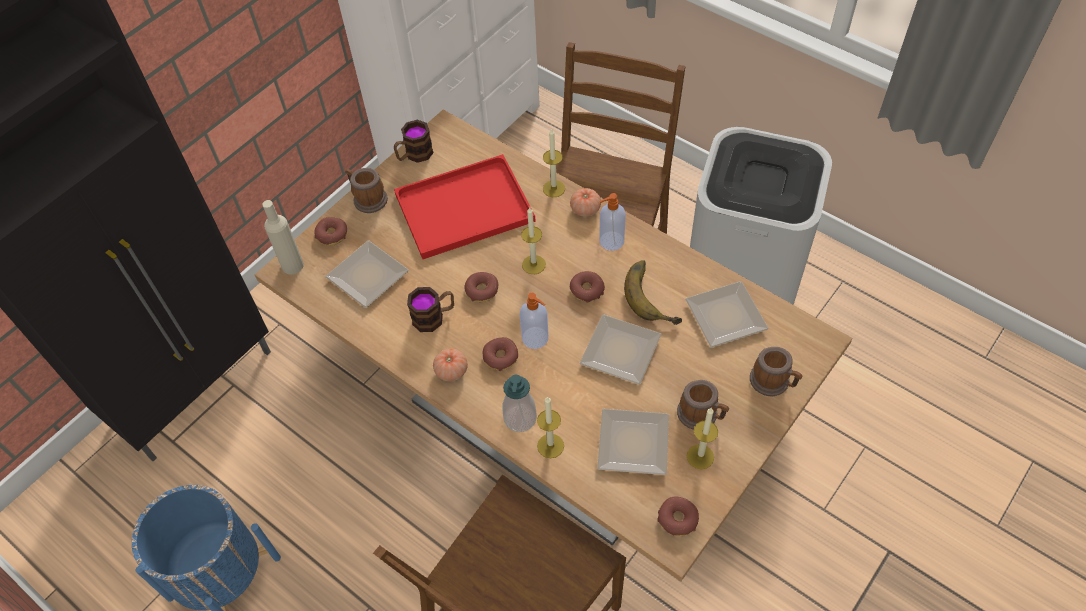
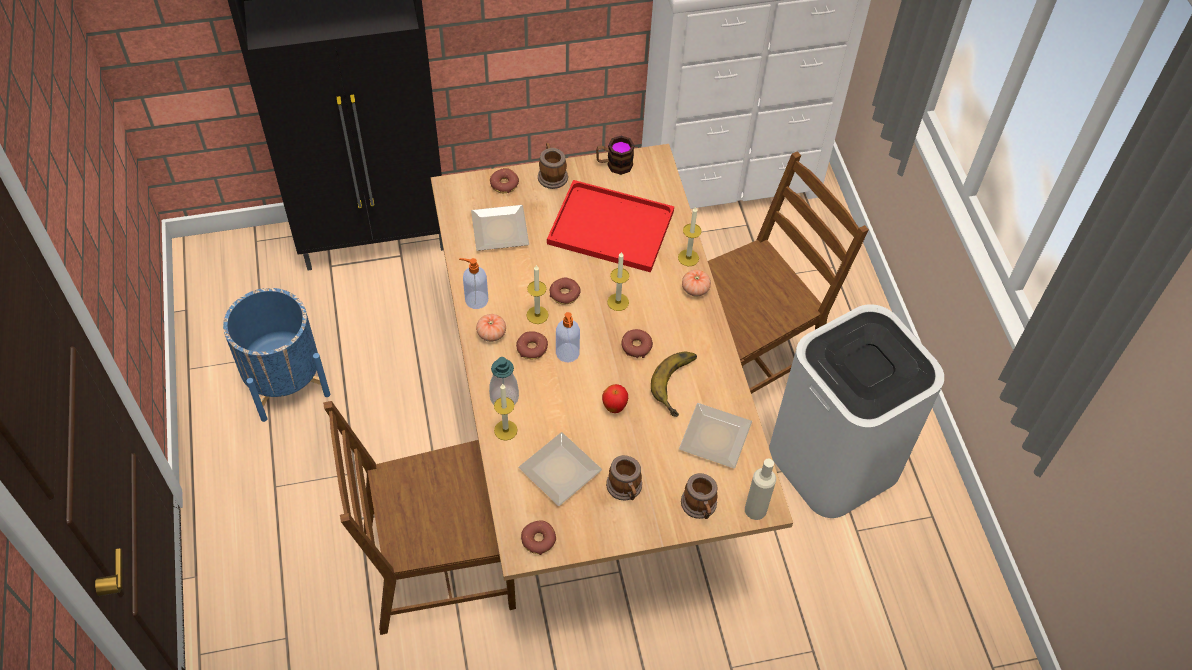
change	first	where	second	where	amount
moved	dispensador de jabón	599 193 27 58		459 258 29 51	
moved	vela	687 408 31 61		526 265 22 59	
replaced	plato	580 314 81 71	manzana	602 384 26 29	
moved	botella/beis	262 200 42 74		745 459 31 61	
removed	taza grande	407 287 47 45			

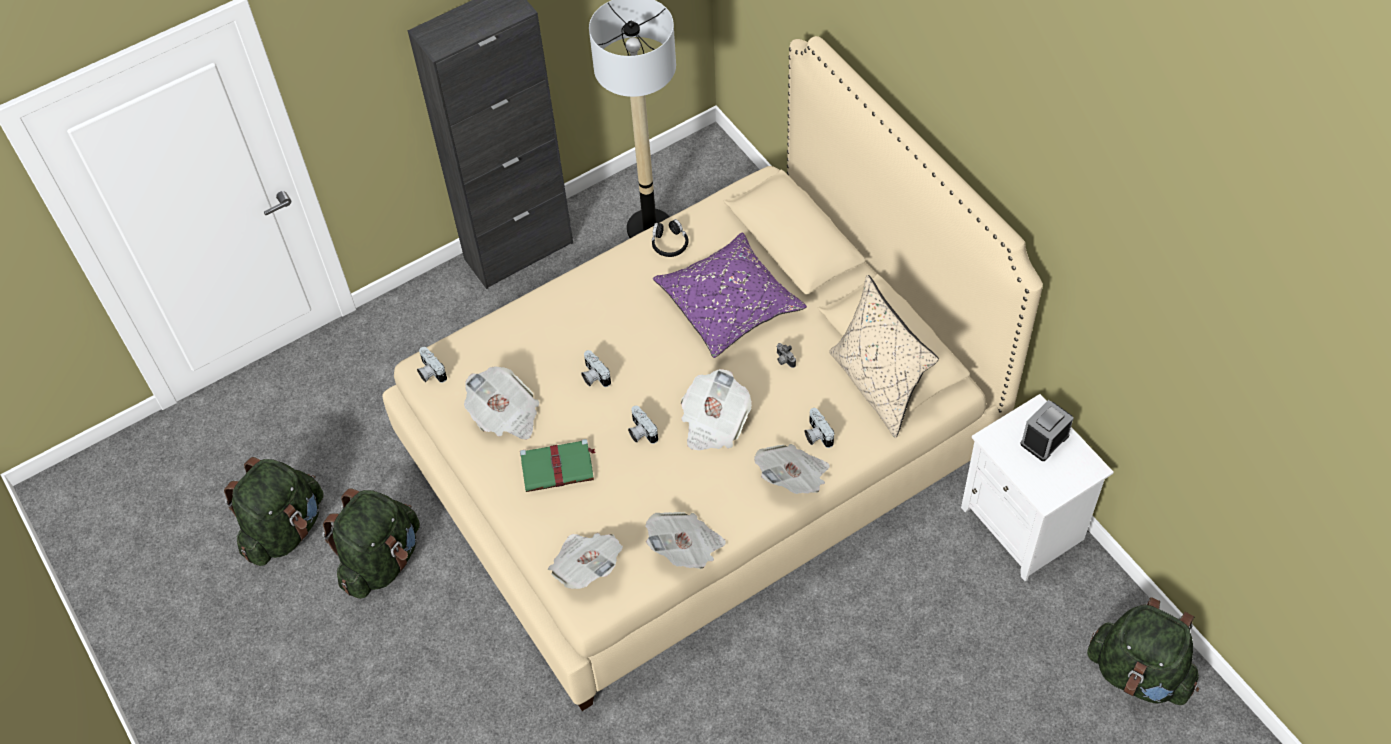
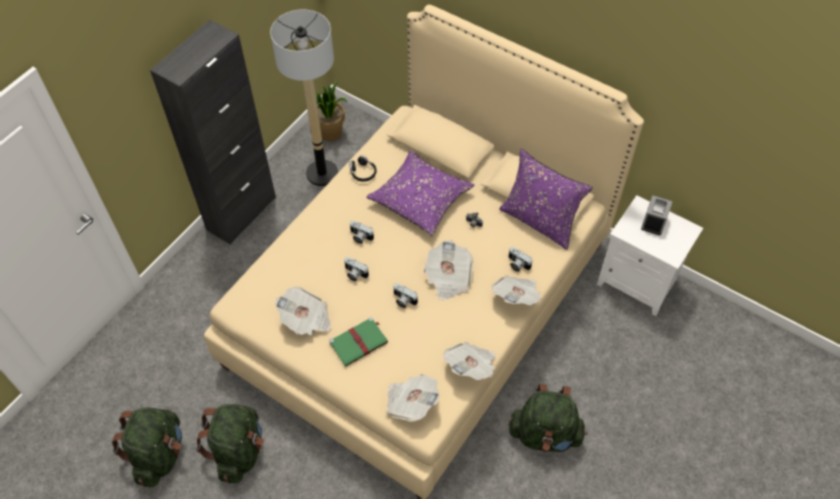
change	first	where	second	where	amount
added			planta en maceta	316 81 31 60	
moved	cámara	417 347 30 36		350 221 24 23	
recoloured	cojín/beis	829 275 110 163	cojín/morado	499 149 94 101	
moved	mochila/verde	1087 597 112 108		509 384 78 68	

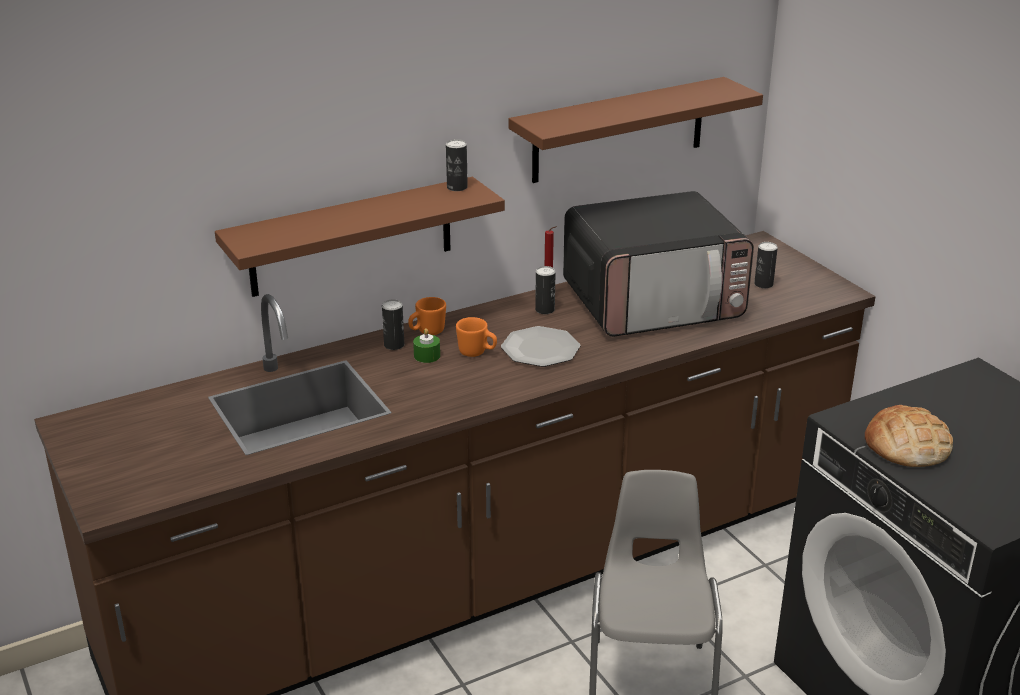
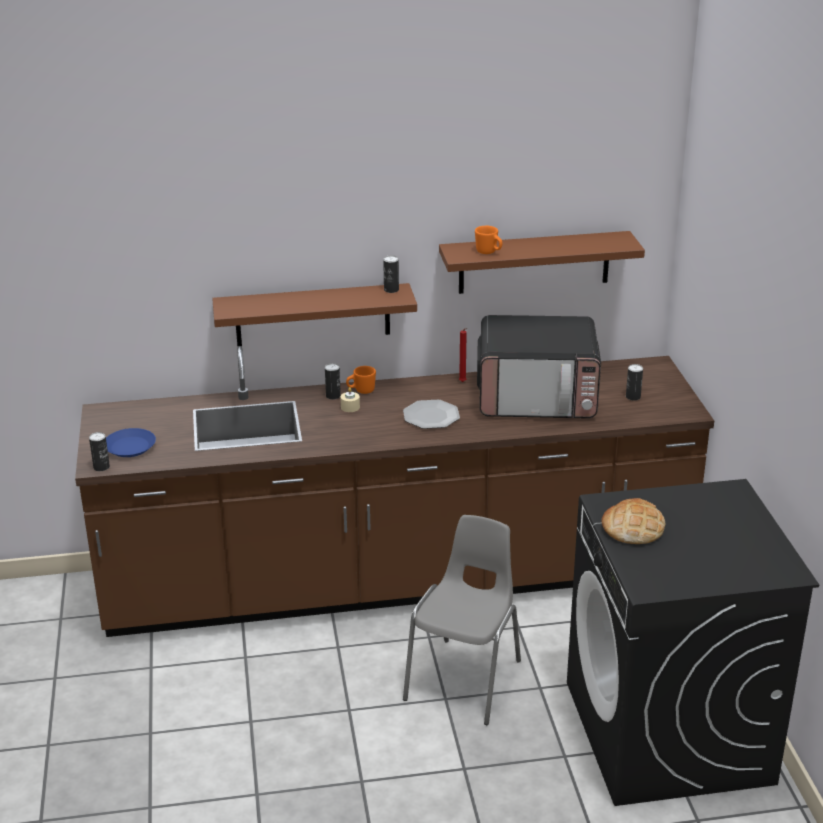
change	first	where	second	where	amount
moved	lata	535 266 21 48		89 432 21 39	
added			plato/azul	106 428 50 29	
recoloured	vela/verde	413 328 27 35	vela/beis	341 387 19 25	
moved	taza grande/naranja	456 317 41 40		475 226 27 28	

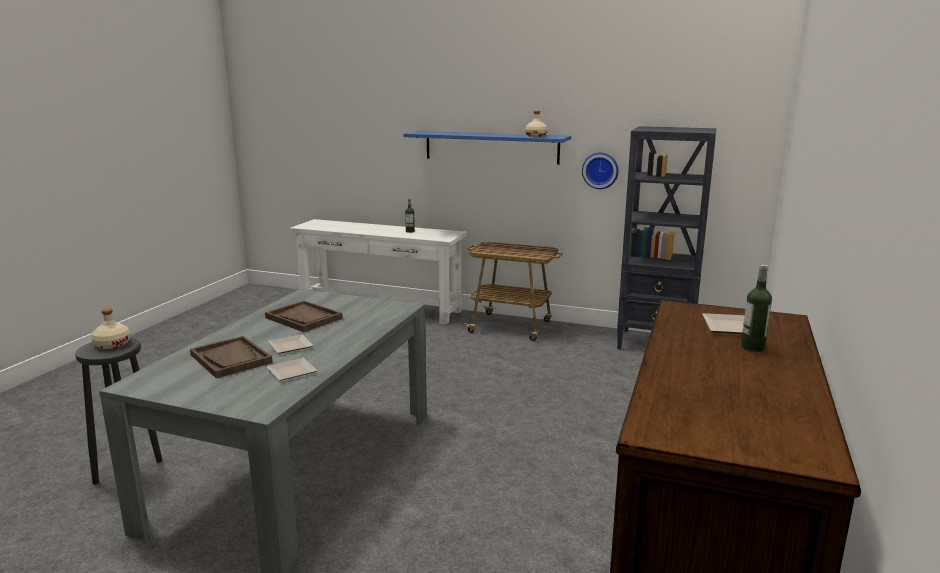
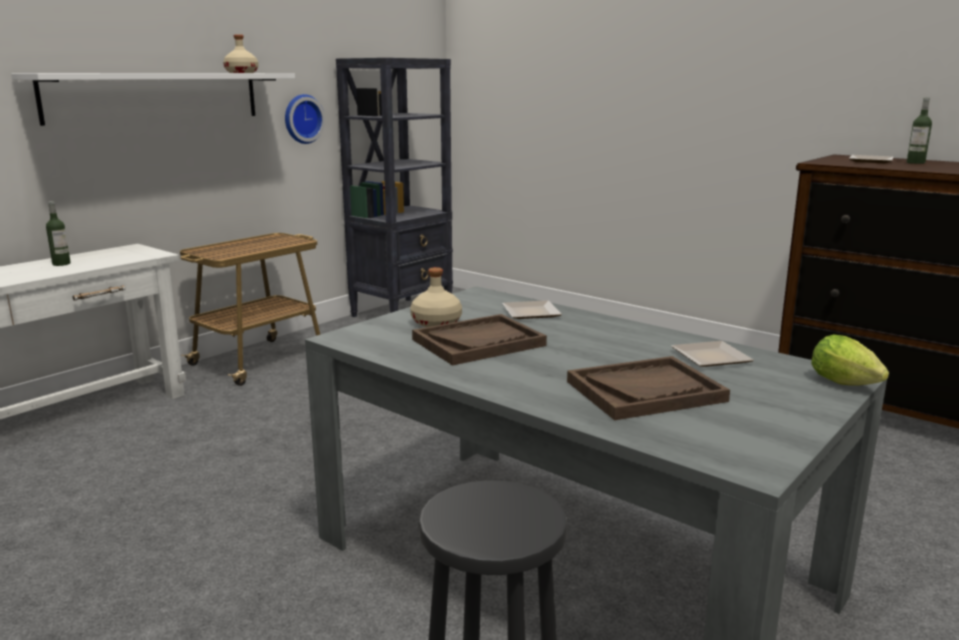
change	first	where	second	where	amount
recoloured	estante/azul	403 131 168 34	estante/blanco	11 73 284 53	
moved	botella/beis	91 308 40 41		410 267 52 60	
moved	plato	268 334 45 19		502 300 60 19	
added			lechuga	811 335 78 51	

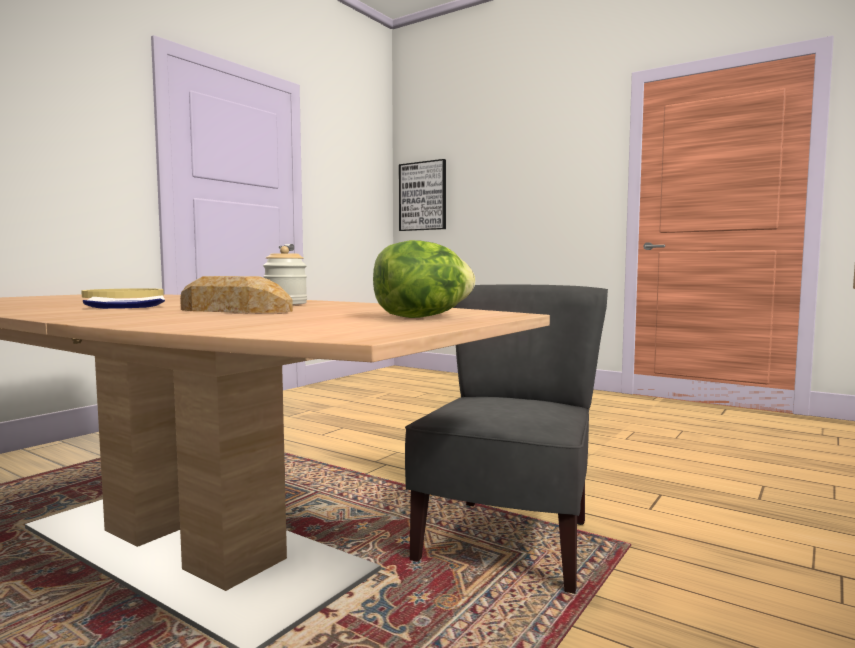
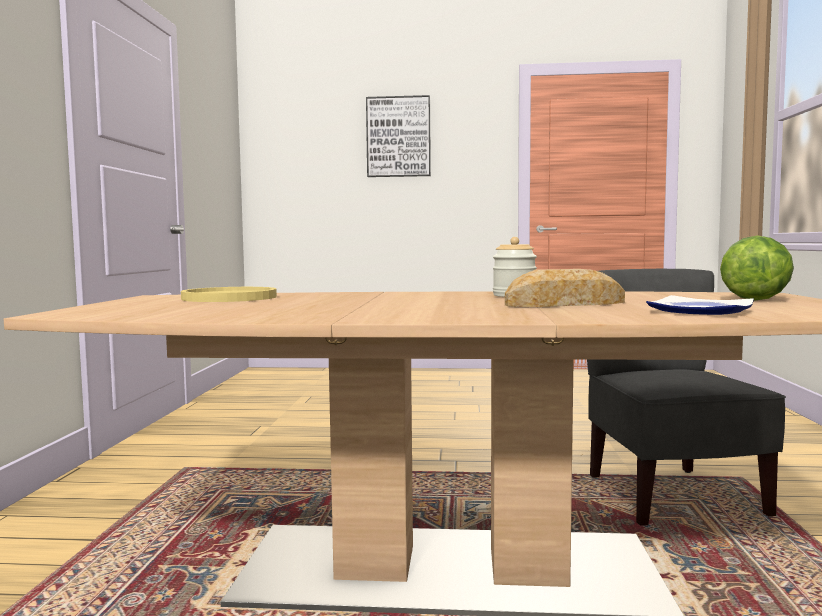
change	first	where	second	where	amount
moved	cuadro	399 159 47 72		366 95 65 82	
moved	plato	83 296 82 13		646 295 108 20	

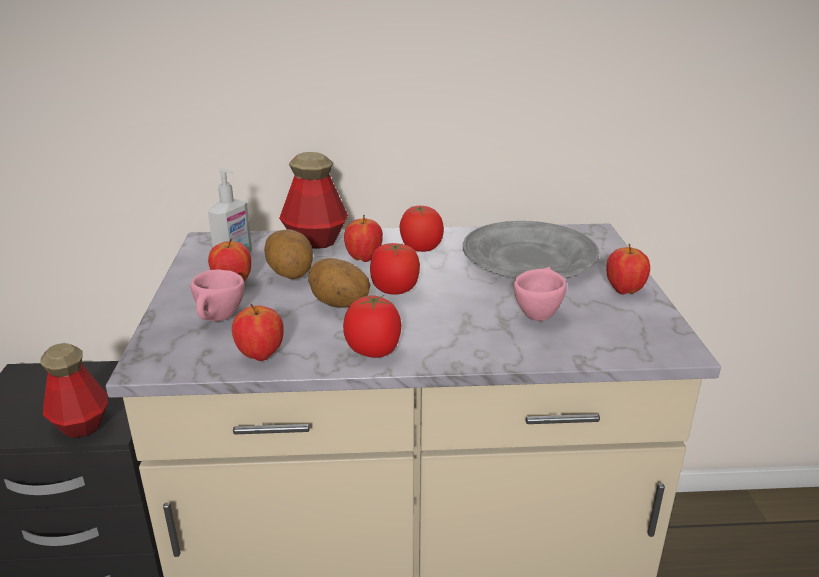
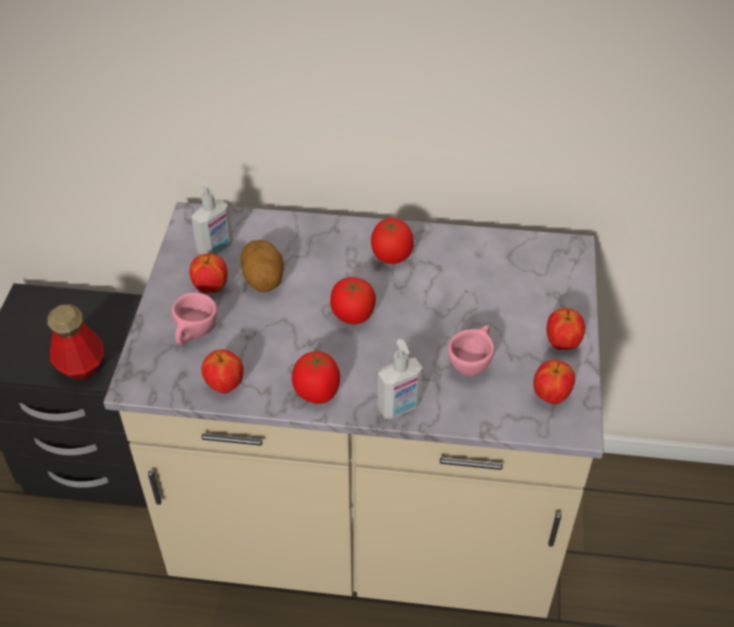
change	first	where	second	where	amount
added			dispensador de jabón	378 339 45 79	
moved	manzana	344 215 39 47		533 359 42 45	
removed	botella	279 152 69 97			
removed	patata	308 258 62 50			
removed	plato/gris	463 221 136 57			

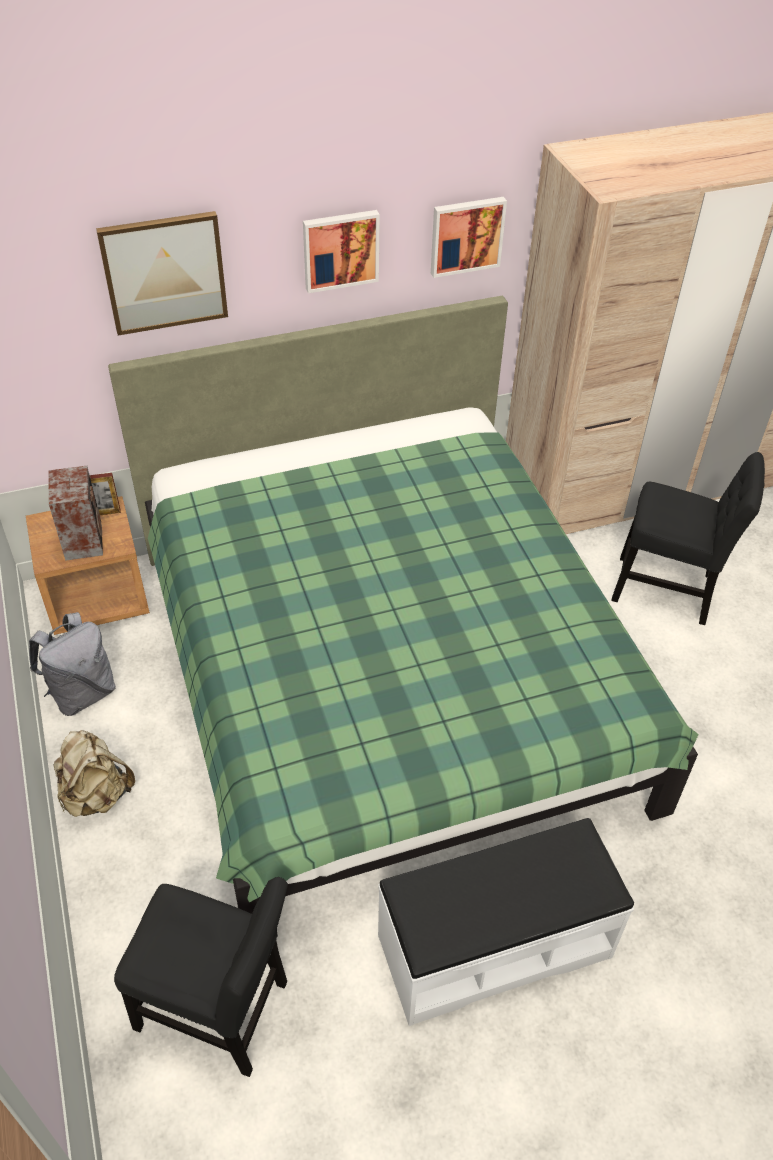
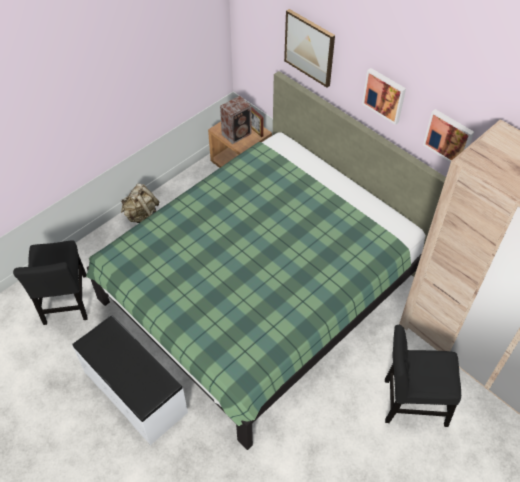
change	first	where	second	where	amount
turned	silla/negro	611 452 154 173		385 325 76 102	105 degrees clockwise
removed	mochila/gris	29 612 87 104			

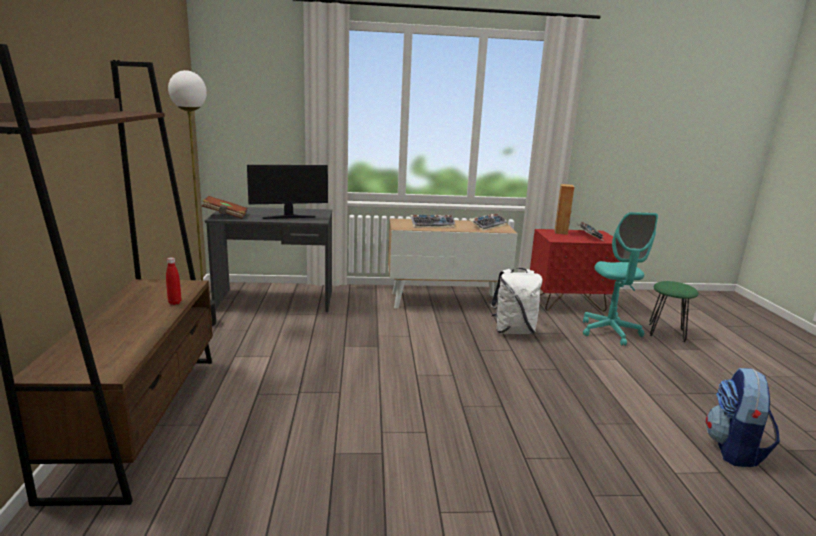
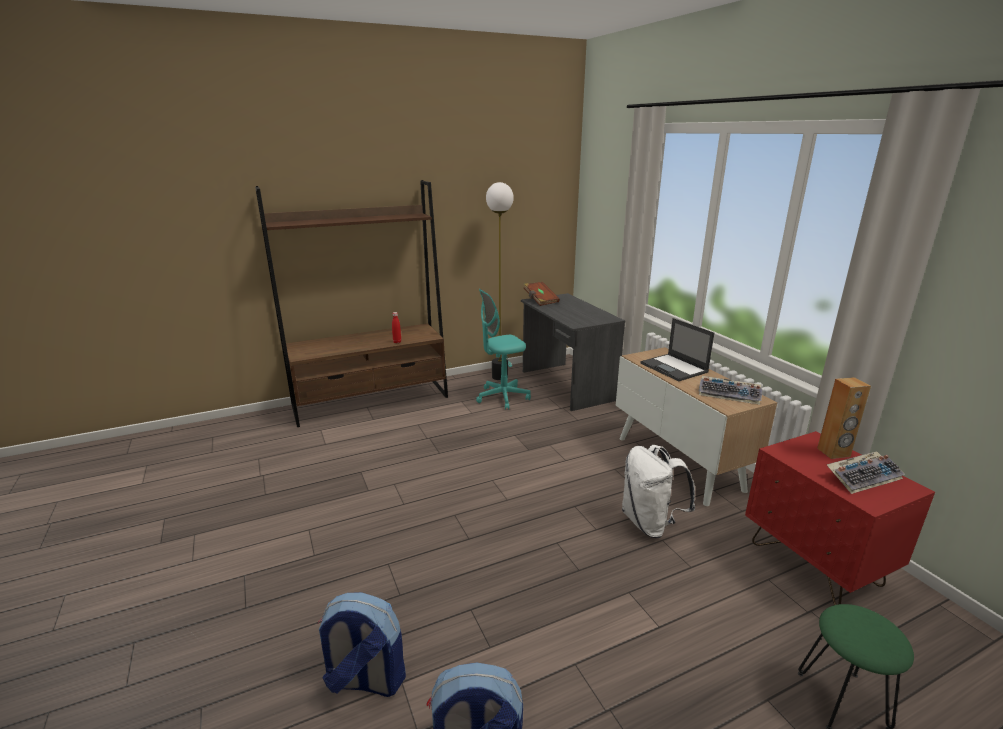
change	first	where	second	where	amount
added			mochila	318 592 88 105	
moved	silla de oficina/turquesa	583 212 75 134		476 289 55 121	
replaced	teclado	410 215 45 12	portátil	640 318 74 63	
removed	monitor	247 165 81 54			

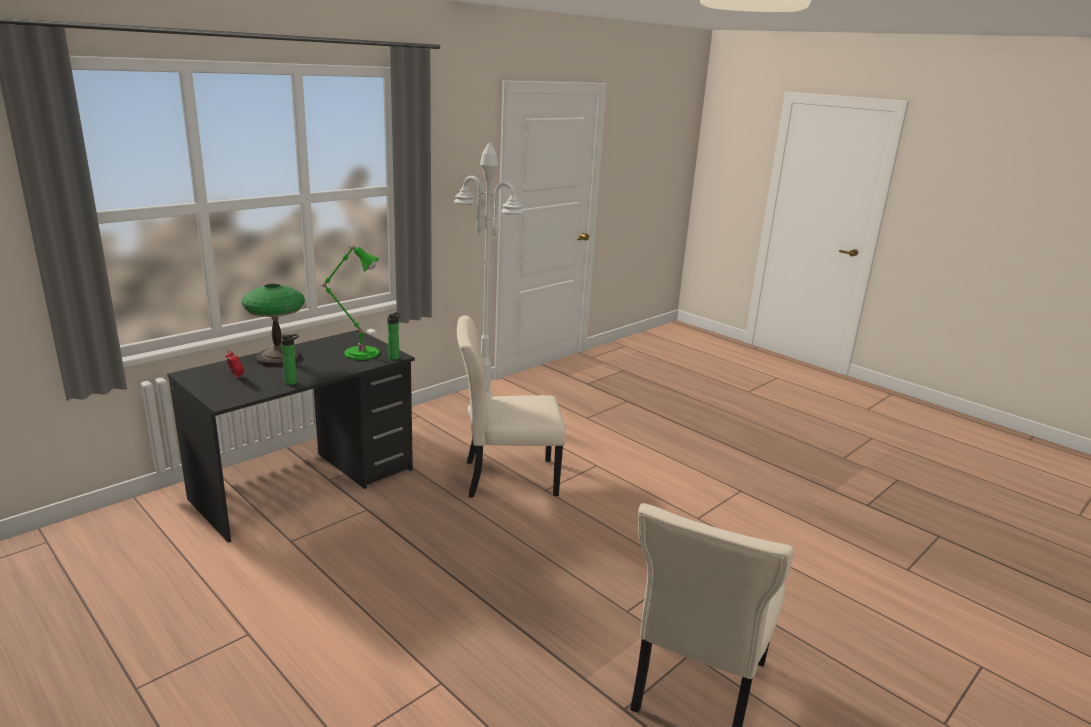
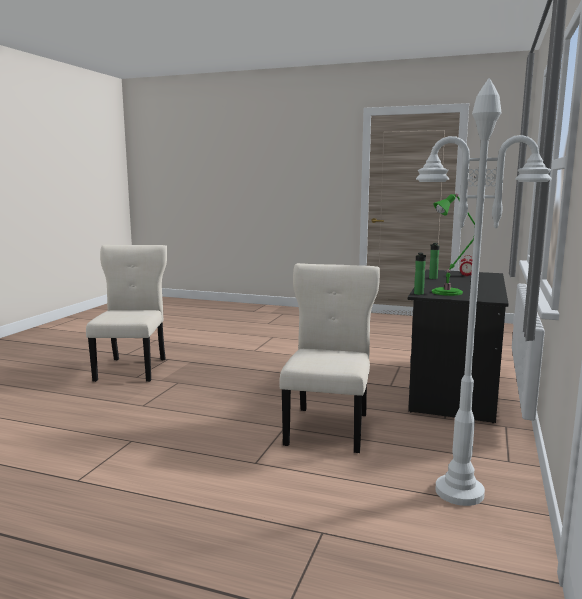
change	first	where	second	where	amount
turned	silla/beis	457 316 109 181		279 263 101 190	45 degrees counterclockwise
removed	lámpara de mesa	242 284 63 83			

